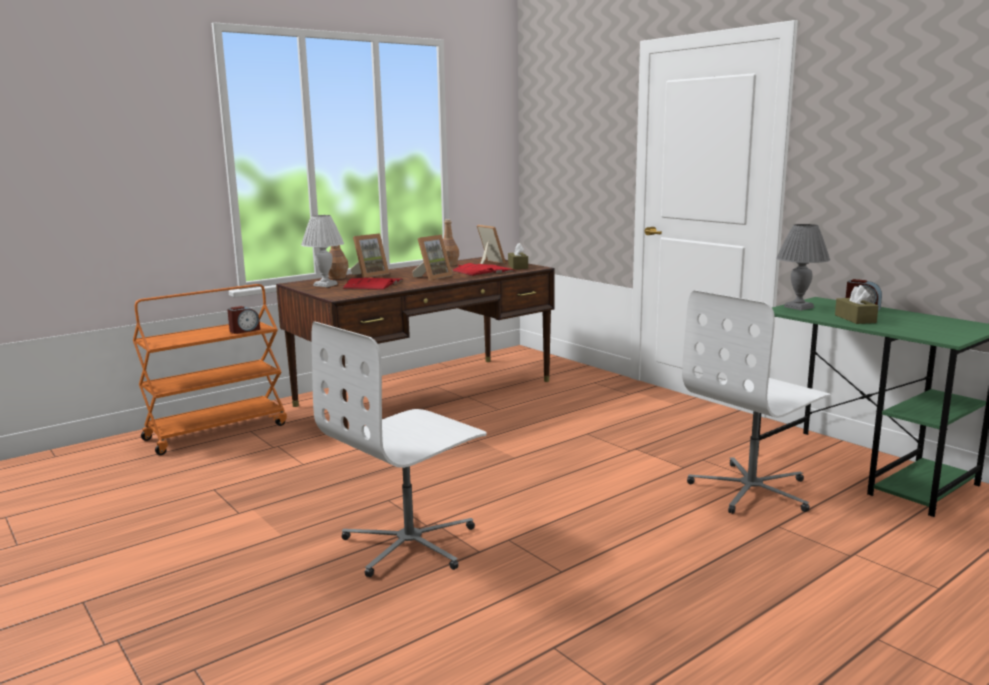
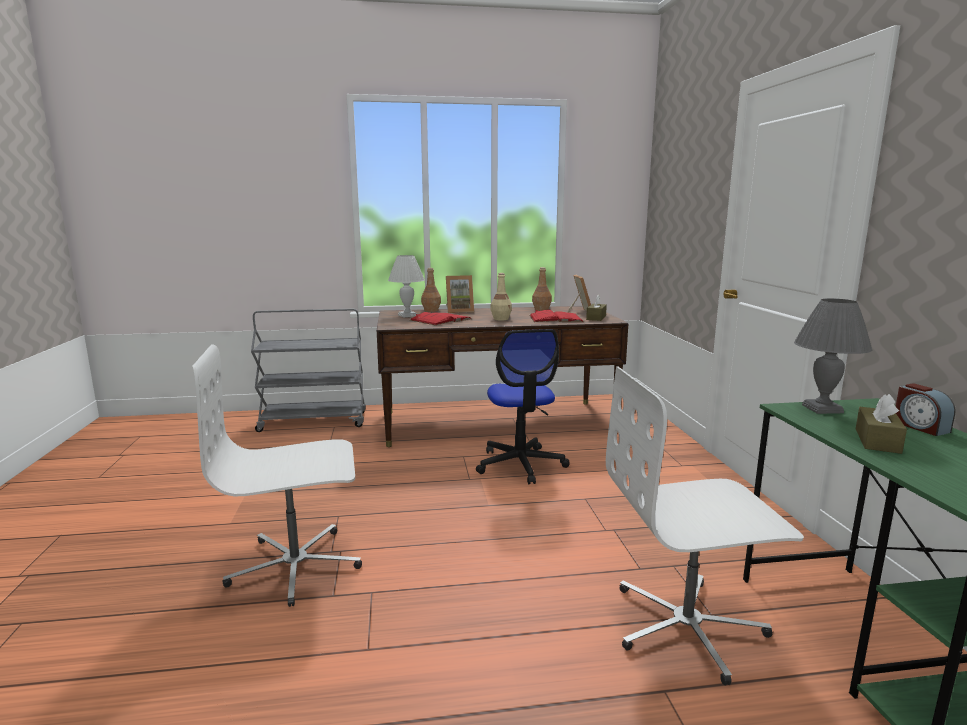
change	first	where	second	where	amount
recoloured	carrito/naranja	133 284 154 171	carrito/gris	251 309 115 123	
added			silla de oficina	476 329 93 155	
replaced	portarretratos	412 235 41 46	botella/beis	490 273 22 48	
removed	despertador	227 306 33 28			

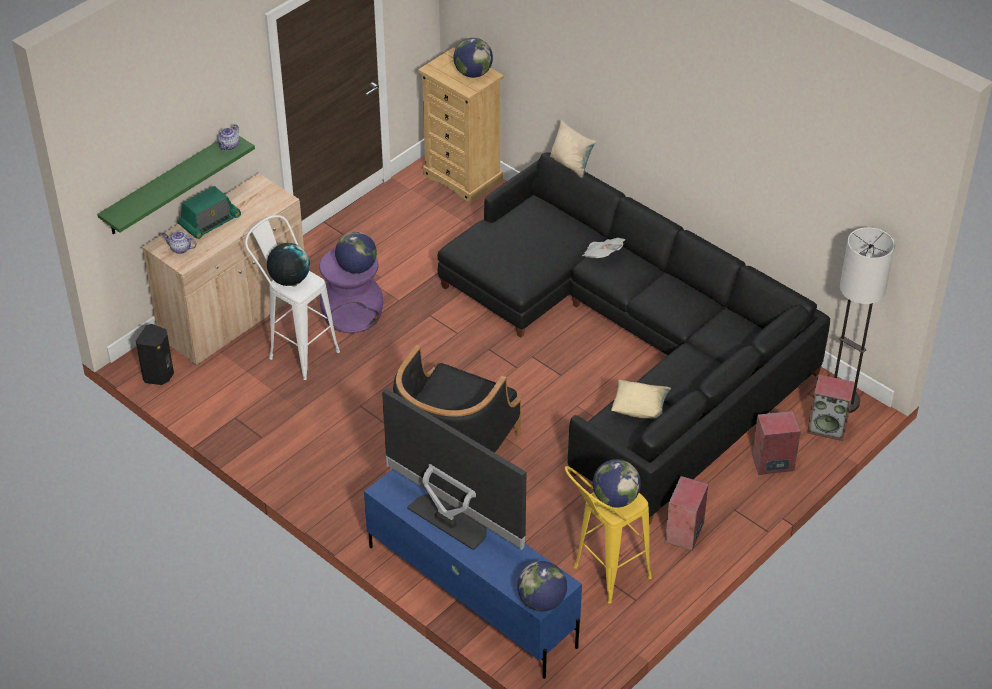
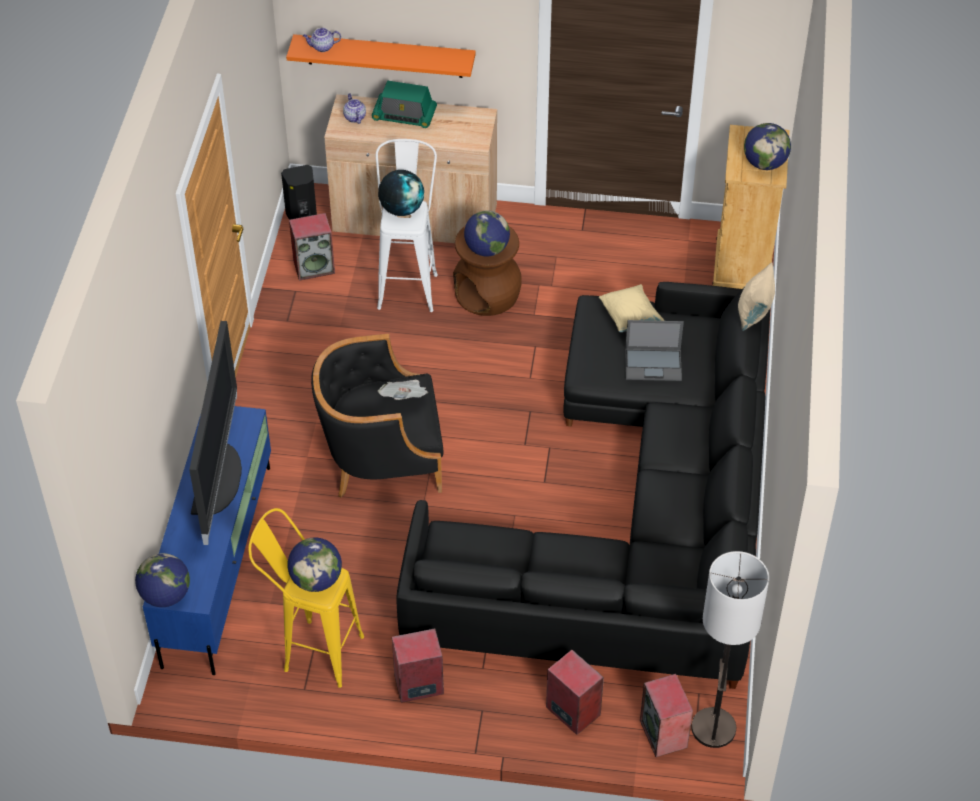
change	first	where	second	where	amount
recoloured	estante/verde	97 136 158 99	estante/naranja	286 34 190 44	
added			altavoz	289 213 46 68	
moved	tetera	217 124 23 26		303 28 38 24	
moved	periódico	582 238 43 20		378 380 50 20	
recoloured	taburete/morado	320 248 63 85	taburete/marrón	453 226 69 90	
moved	cojín/beis	611 380 60 38		599 284 66 48	
added			portátil	625 320 59 61	

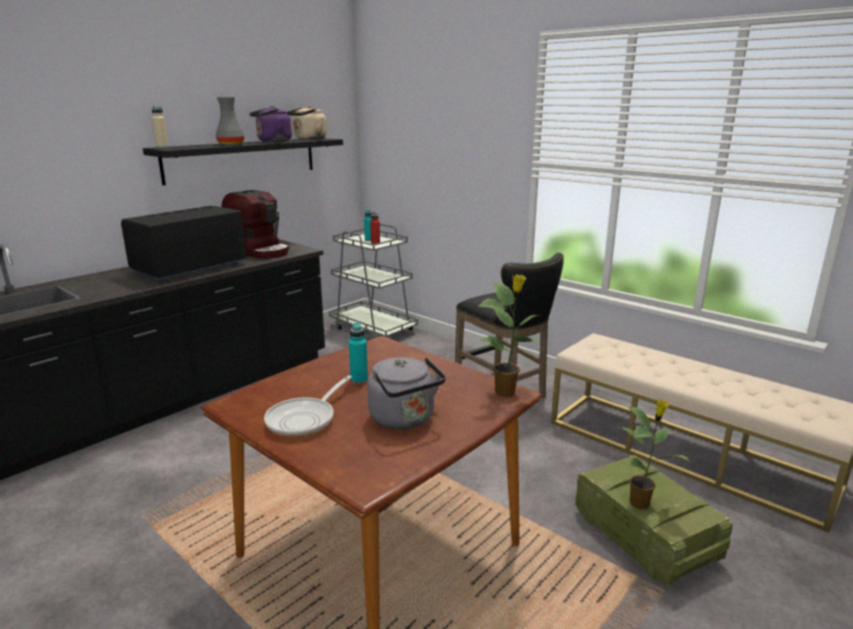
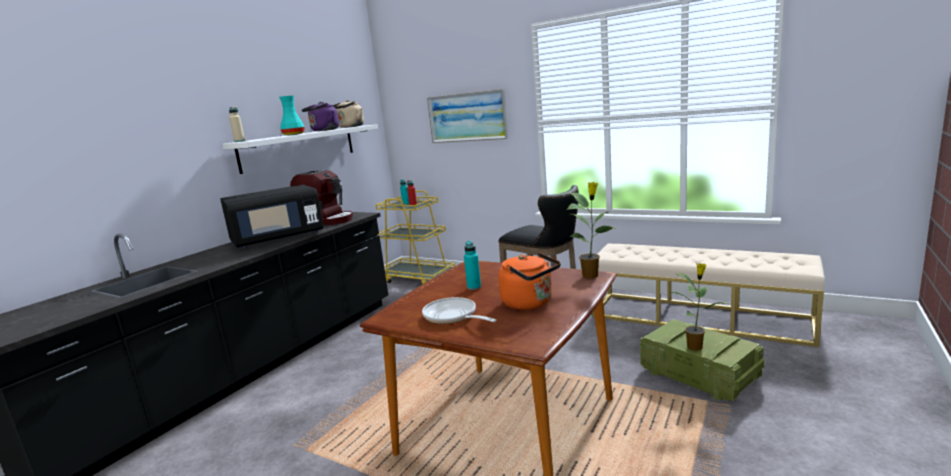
change	first	where	second	where	amount
turned	microondas/negro	121 206 126 77		220 185 104 64	150 degrees counterclockwise
recoloured	estante/negro	143 138 200 47	estante/blanco	222 124 156 50	
recoloured	florero/gris	216 97 29 48	florero/turquesa	279 96 26 40	
recoloured	carrito/gris	329 224 89 115	carrito/amarillo	376 191 79 93	
turned	sartén	264 375 88 62		422 297 74 27	120 degrees clockwise
added			cuadro	427 89 81 54	
recoloured	hervidor/gris	367 357 79 73	hervidor/naranja	498 252 63 58	

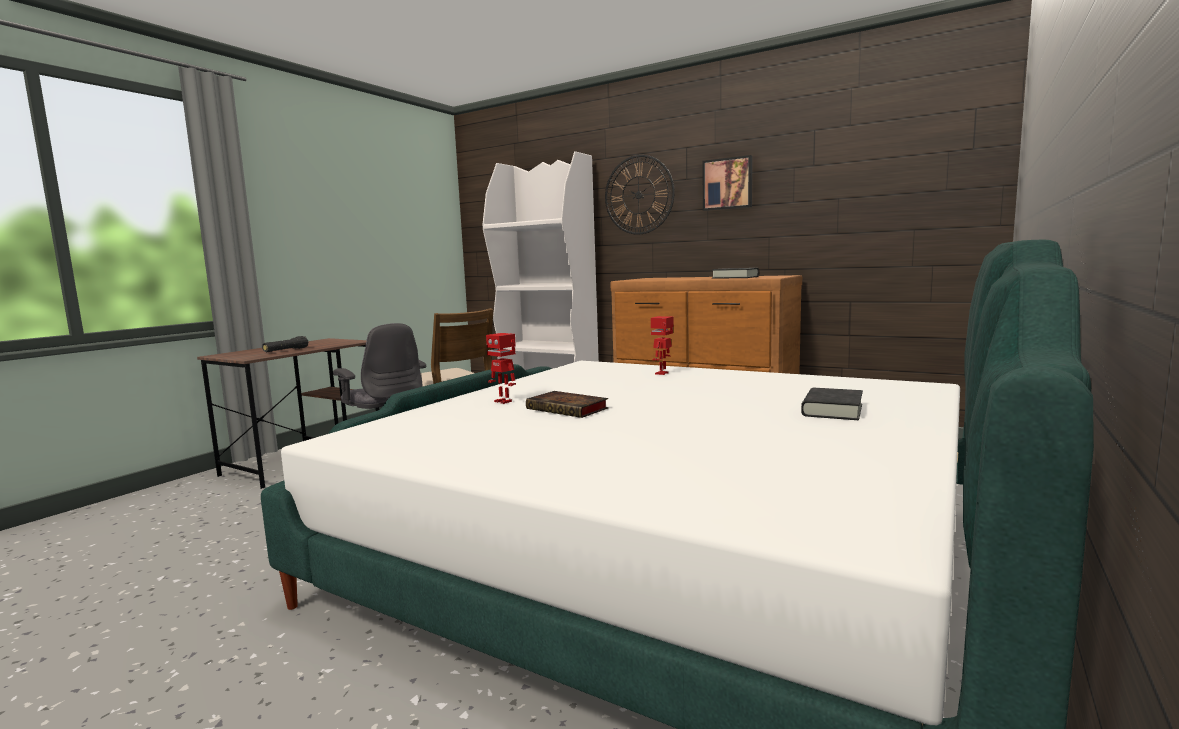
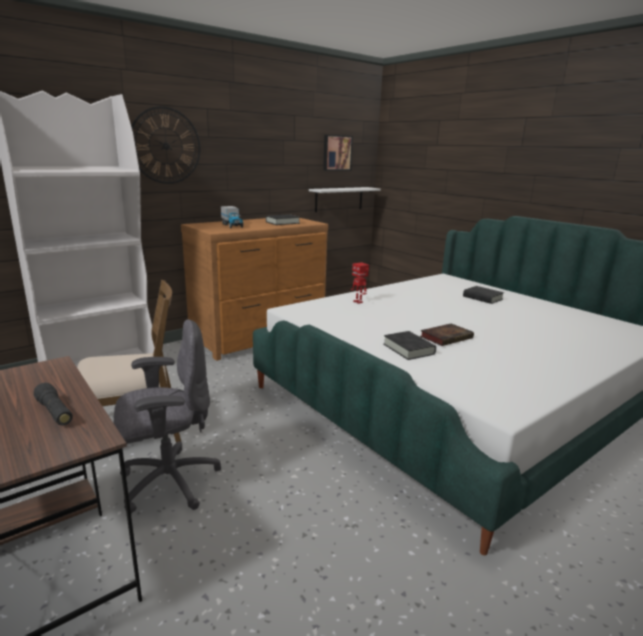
change	first	where	second	where	amount
added			camión de juguete	221 206 22 22	
added			estante/blanco	309 187 72 25	
moved	cuadro	703 155 49 56		323 135 30 36	
replaced	robot de juguete	486 333 30 71	libro/negro	383 331 53 29	

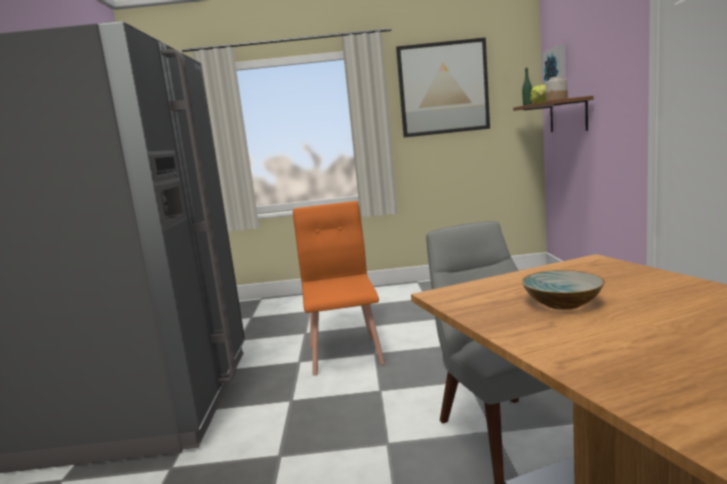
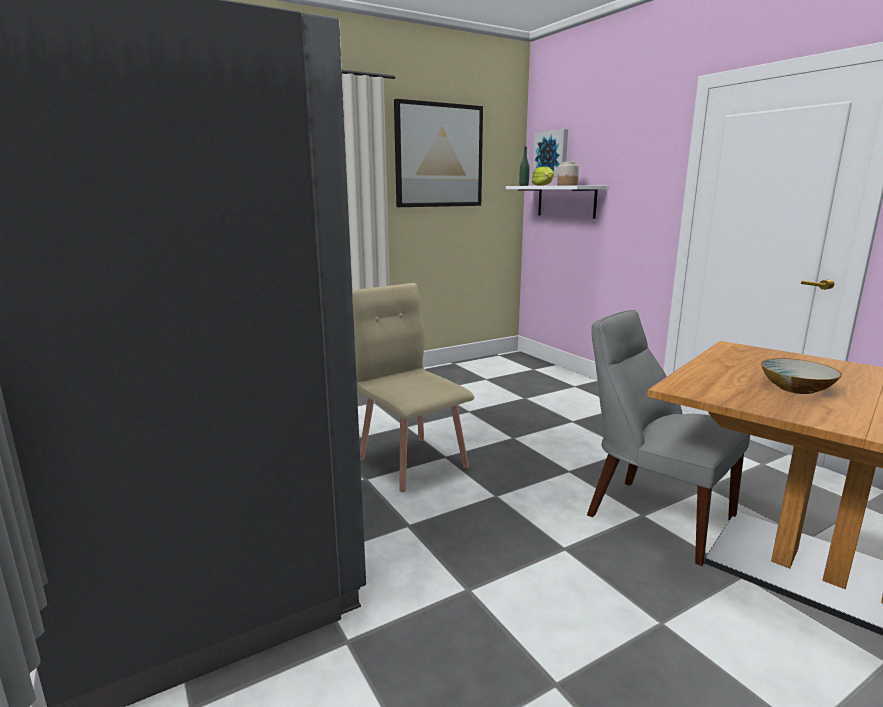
change	first	where	second	where	amount
recoloured	silla/naranja	293 201 92 175	silla/beis	352 283 122 209	
recoloured	estante/marrón	513 96 81 36	estante/blanco	506 186 101 33	

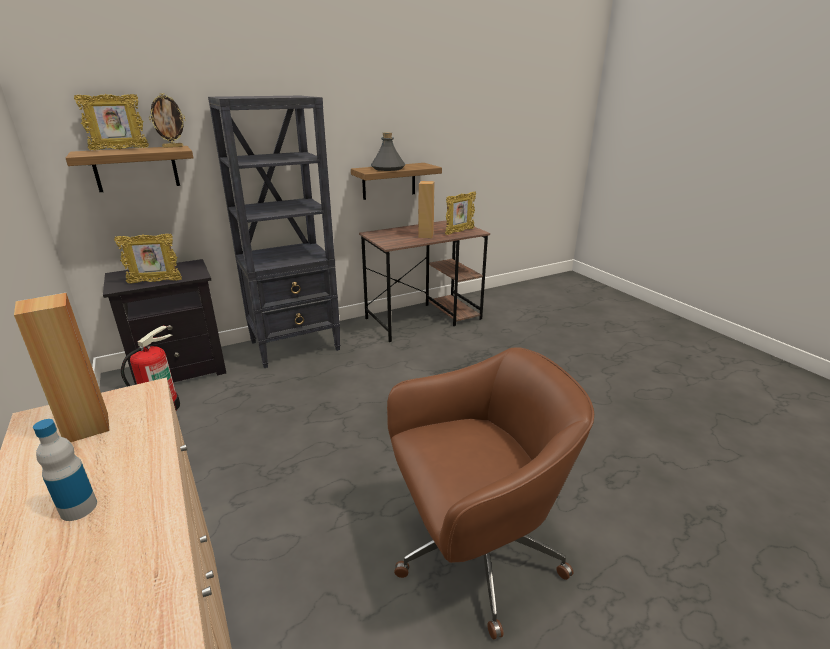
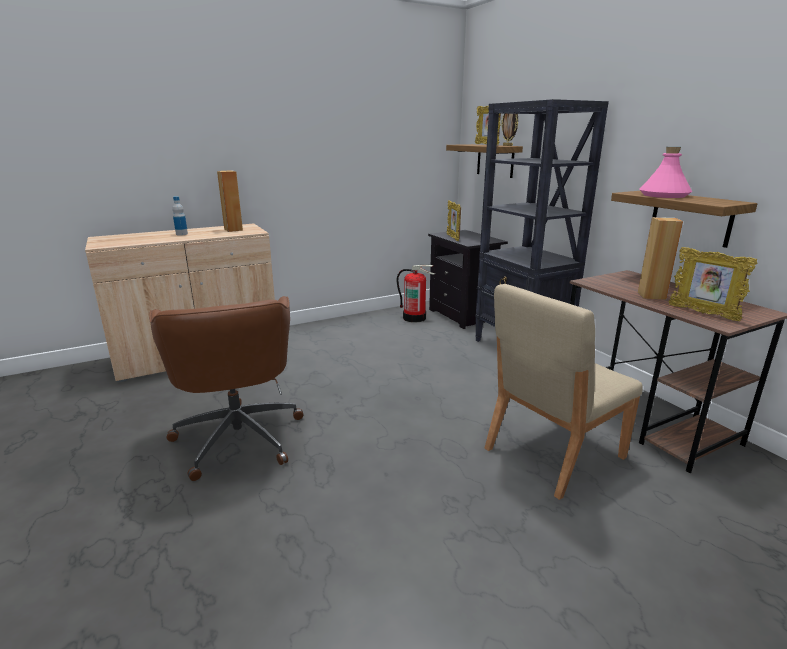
change	first	where	second	where	amount
added			silla/beis	485 284 158 216	
recoloured	botella/gris	371 132 34 39	botella/rosa	639 147 53 51	

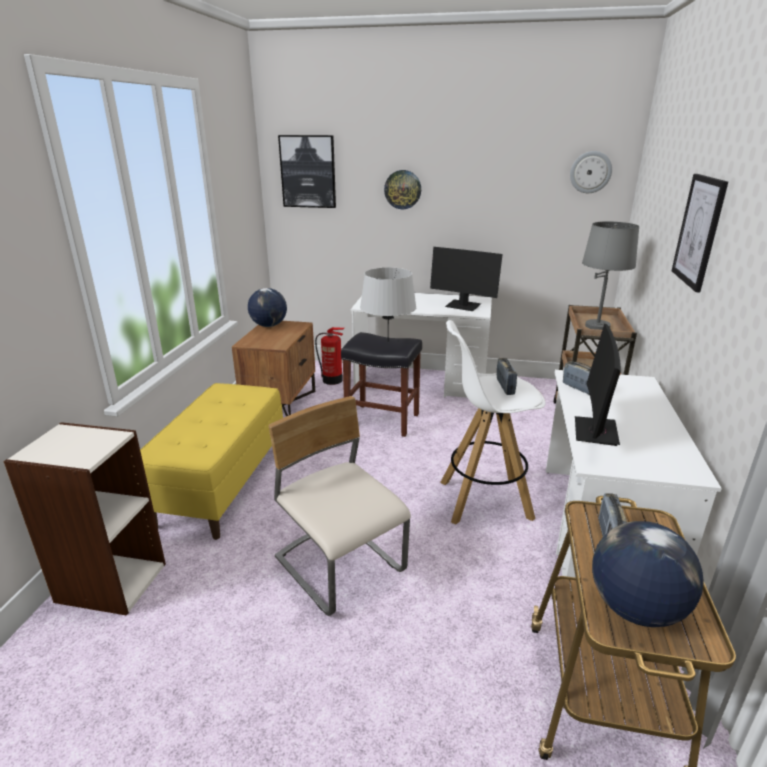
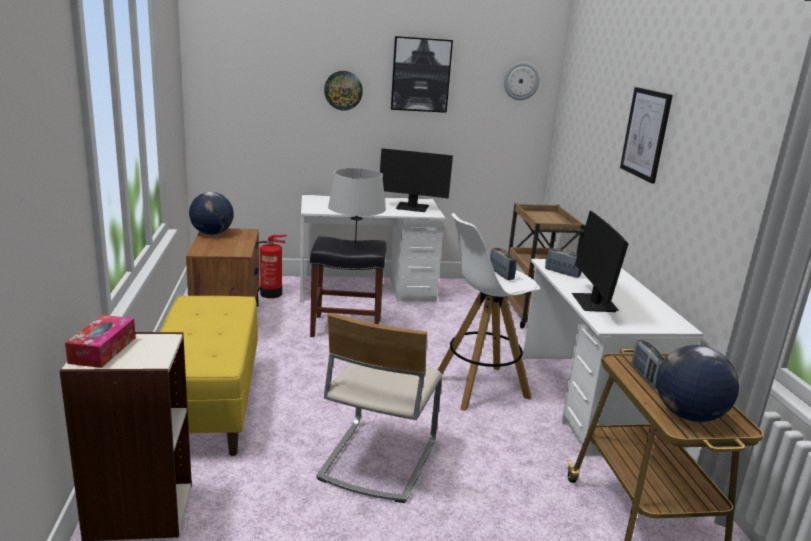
change	first	where	second	where	amount
added			caja de pañuelos	65 315 71 53	
turned	silla/beis	268 396 143 220		316 313 127 190	105 degrees counterclockwise
moved	cuadro	278 135 58 73		391 36 62 77	
removed	lámpara de mesa/gris	582 221 57 109			

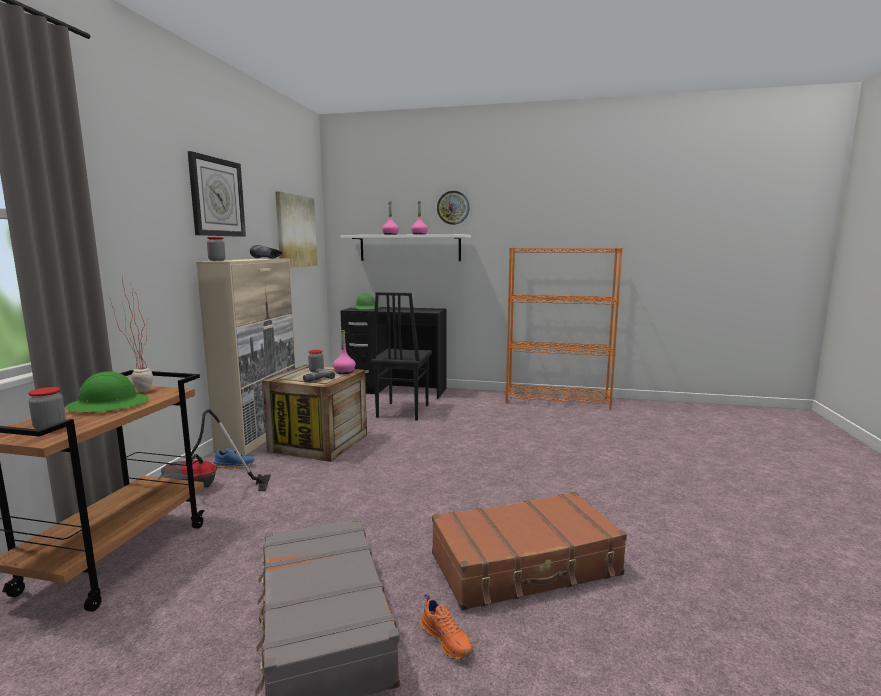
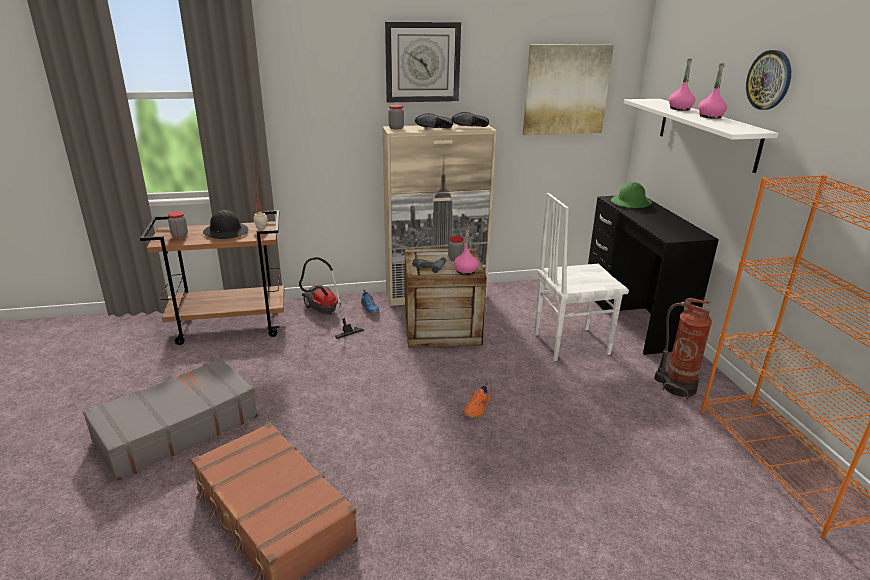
change	first	where	second	where	amount
recoloured	casco/verde	66 372 83 41	casco/negro	203 210 46 29	
added			zapato/negro	415 113 38 15	
moved	zapato/naranja	420 594 53 66		463 382 27 36	
recoloured	silla/negro	371 292 61 128	silla/blanco	535 193 94 168	
added			extintor	654 298 58 101	

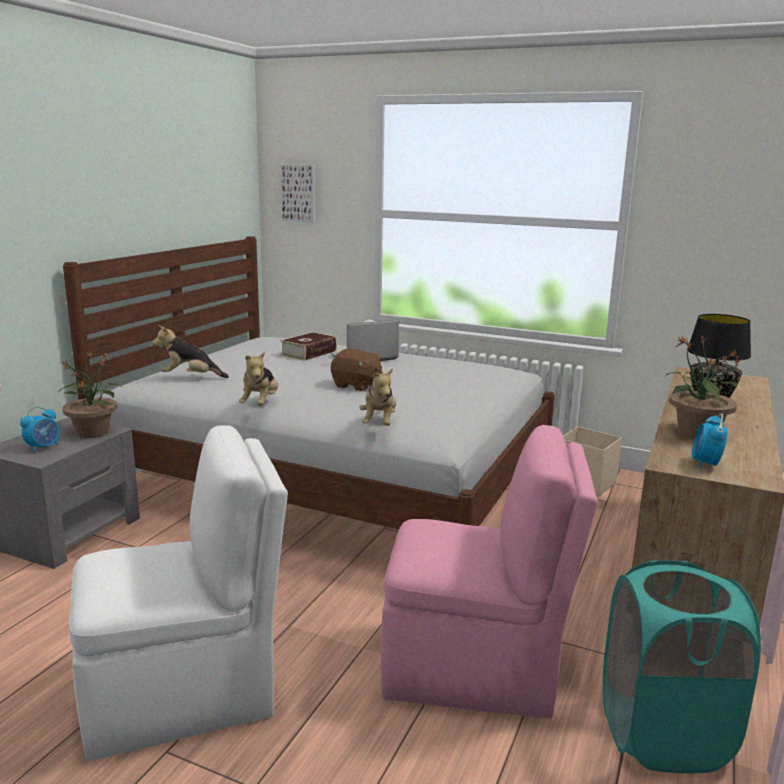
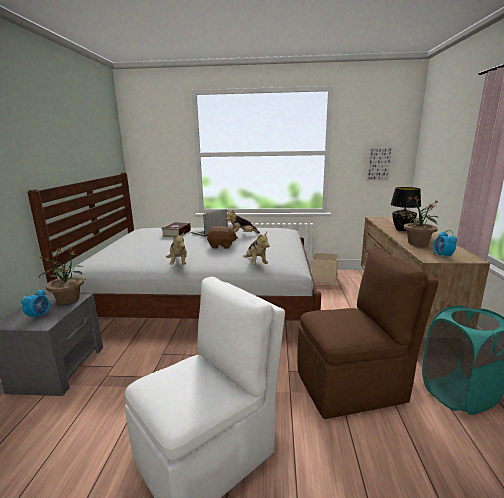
change	first	where	second	where	amount
moved	peluche	153 325 76 53		226 210 34 24	
recoloured	silla/rosa	381 425 217 293	silla/marrón	297 248 142 171	
moved	cuadro	281 164 35 59		367 148 25 33	

